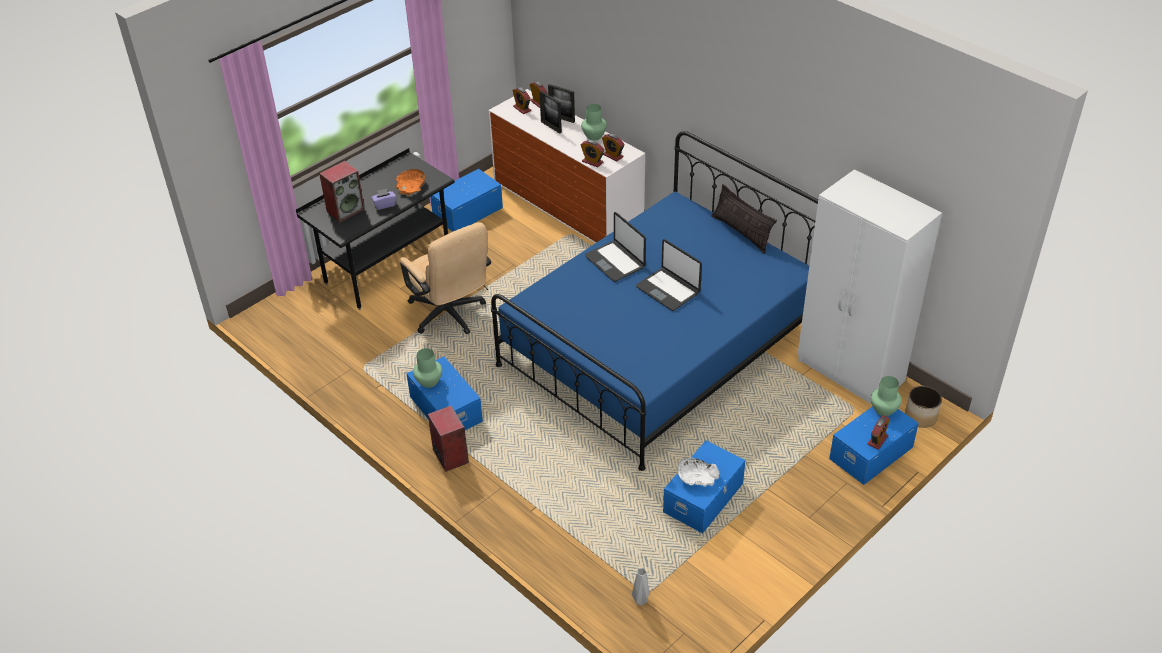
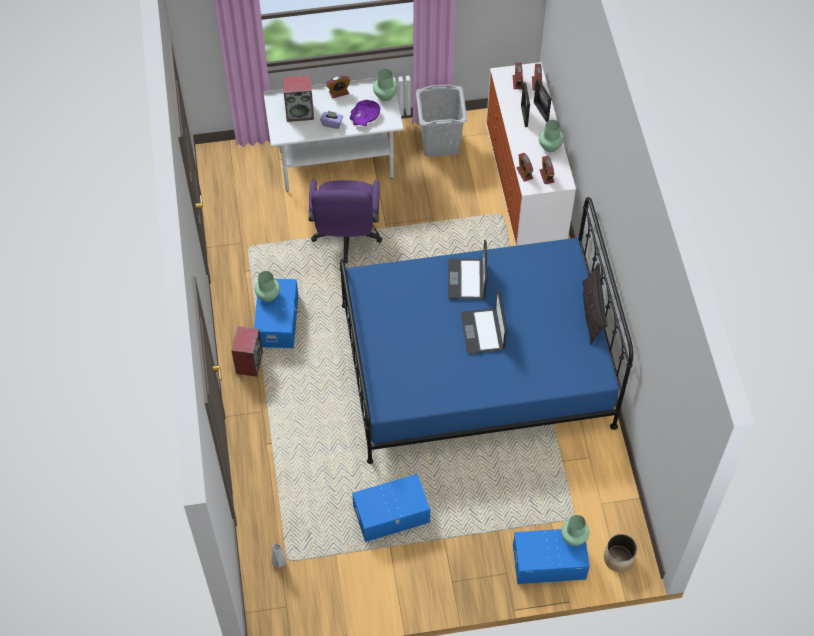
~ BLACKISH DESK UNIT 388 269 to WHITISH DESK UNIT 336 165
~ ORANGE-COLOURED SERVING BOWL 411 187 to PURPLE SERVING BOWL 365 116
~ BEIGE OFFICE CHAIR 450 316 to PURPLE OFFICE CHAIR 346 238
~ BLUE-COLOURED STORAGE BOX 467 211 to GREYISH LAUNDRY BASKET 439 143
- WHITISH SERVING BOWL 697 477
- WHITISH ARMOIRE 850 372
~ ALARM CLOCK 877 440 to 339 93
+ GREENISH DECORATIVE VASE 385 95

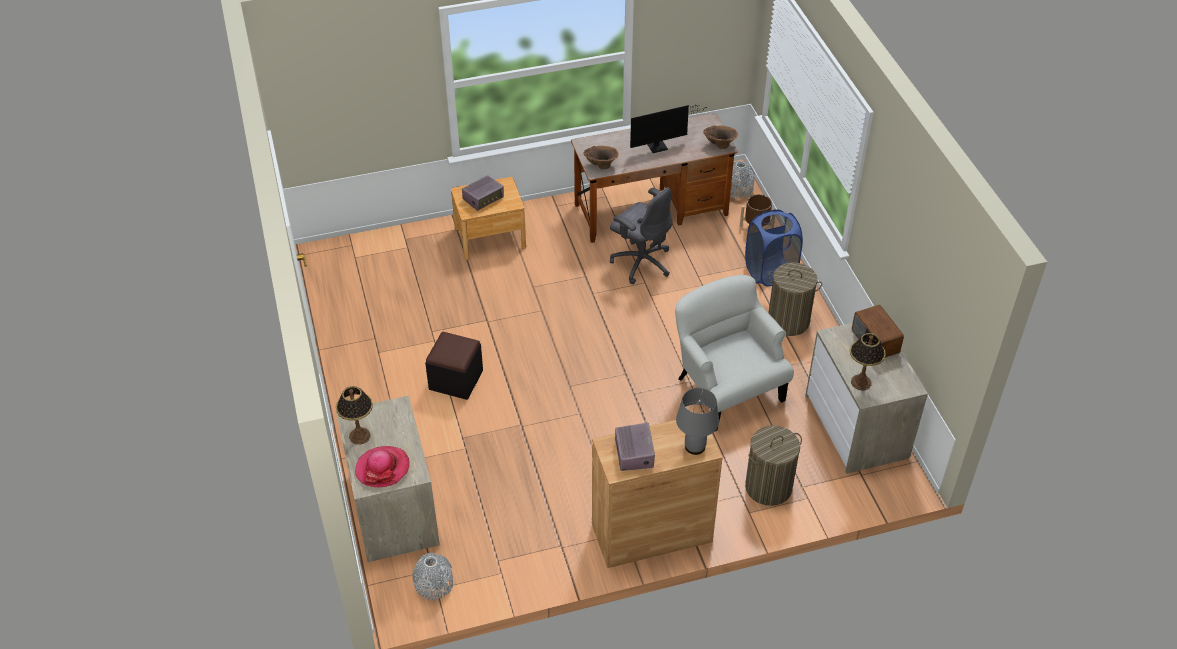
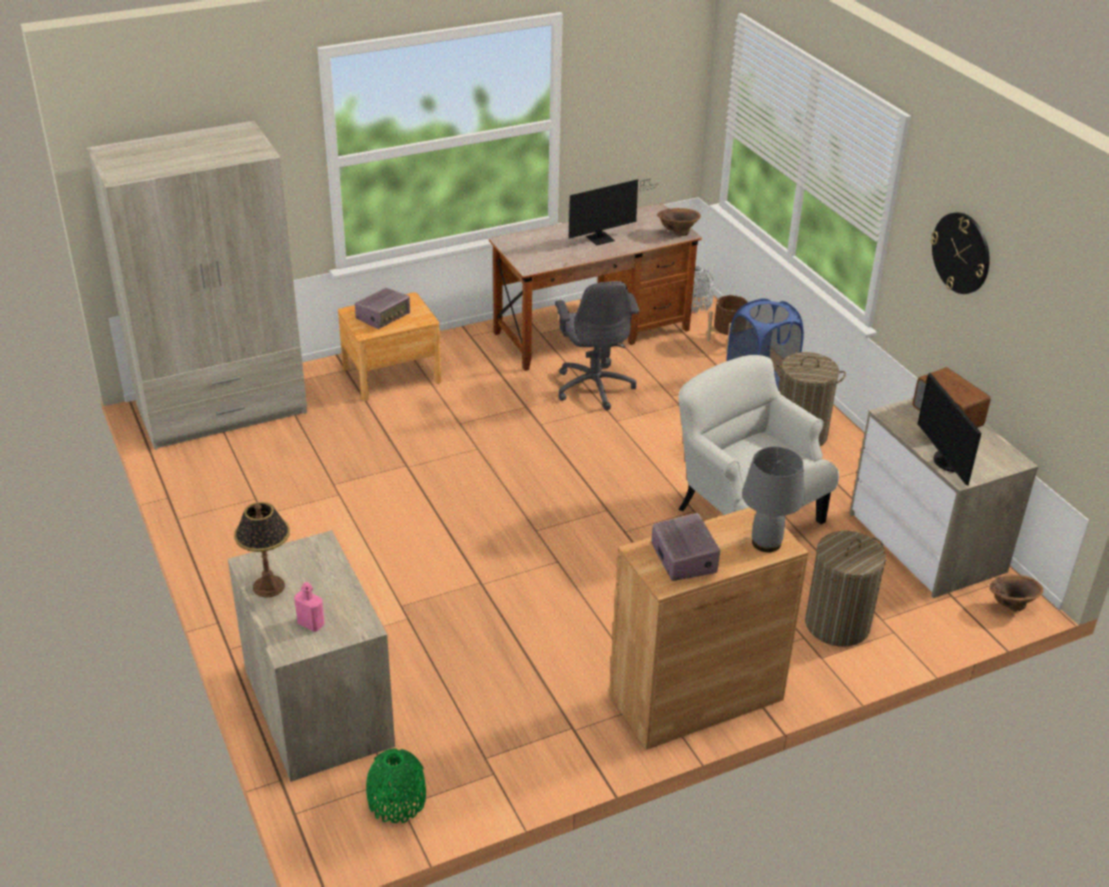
~ WEARABLE HAT 382 468 to PINKISH DRINK BOTTLE 311 624
~ GREYISH DECORATIVE VASE 434 585 to GREENISH DECORATIVE VASE 397 801
- BLACKISH FOOTREST 456 380
~ BROWN-COLOURED DECORATIVE VASE 601 165 to 1010 605
~ GREYISH OFFICE CHAIR 641 262 = 594 386 45 degrees clockwise
~ LAMP FOR A TABLE 861 383 to COMPUTER SCREEN 948 462
+ BEIGE ARMOIRE 222 409
+ CLOCK ON THE WALL 961 253

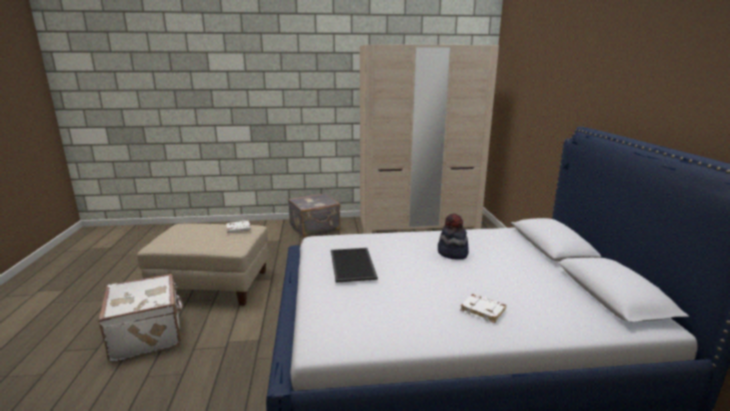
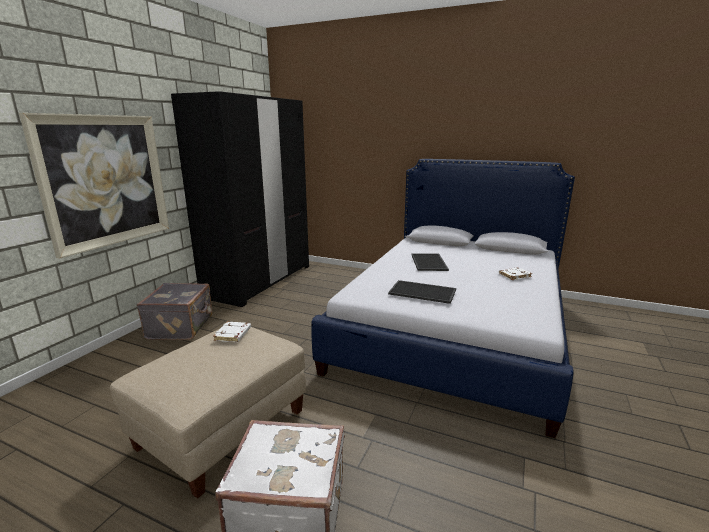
~ BEIGE ARMOIRE 418 223 to BLACKISH ARMOIRE 259 281
~ WEARABLE HAT 452 253 to TRAY 429 262
+ PICTURE 105 181

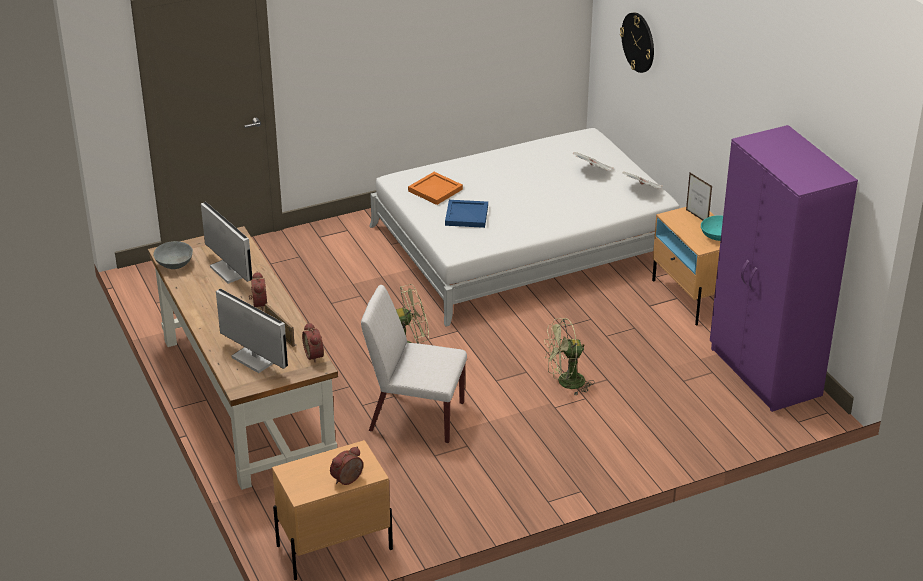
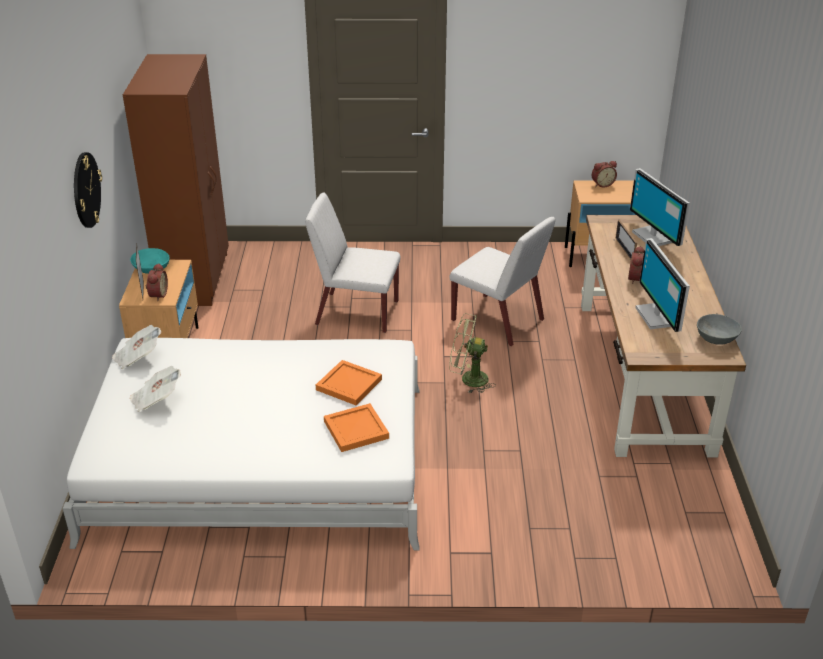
~ ALARM CLOCK 315 355 to 157 295
~ BLUE-COLOURED TRAY 466 215 to ORANGE-COLOURED TRAY 349 385
~ GREENISH FAN 565 383 to WHITISH PLAIN CHAIR 356 312
~ CLOCK ON THE WALL 638 42 to 86 190
~ PURPLE ARMOIRE 764 373 to BROWN-COLOURED ARMOIRE 196 278

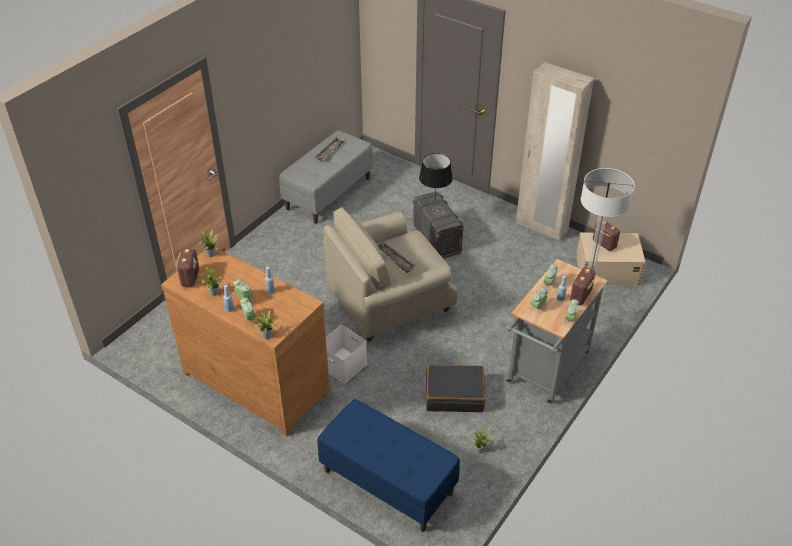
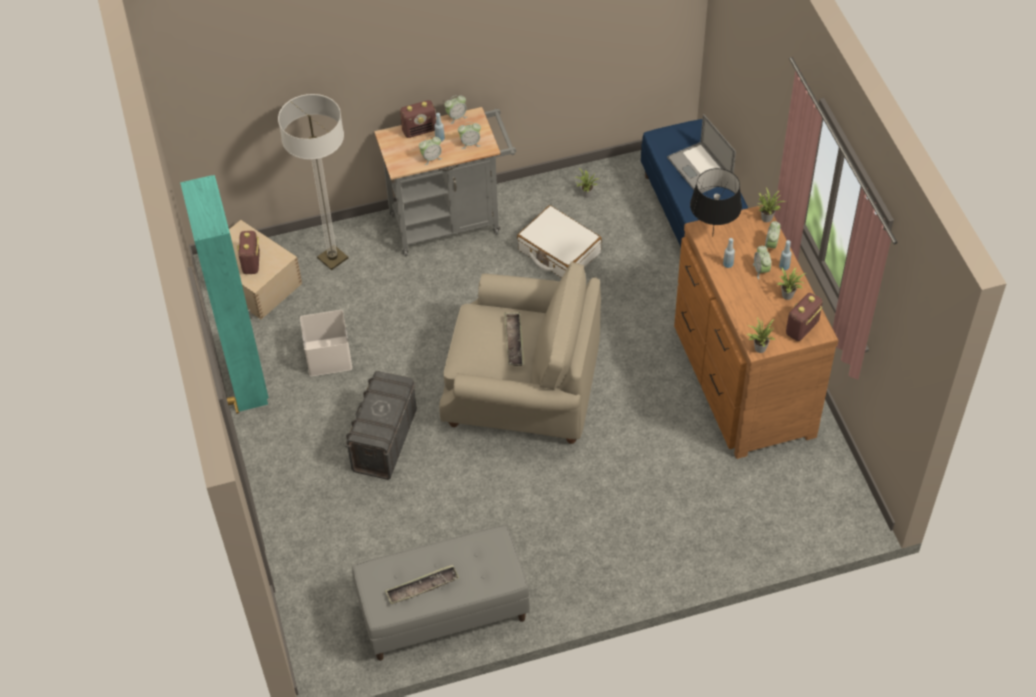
~ WHITISH STORAGE BOX 342 365 to 329 356
~ BLACKISH LAMP FOR A TABLE 435 201 to 712 236
~ BLACKISH SUITCASE 454 394 to WHITISH SUITCASE 559 251
~ BEIGE ARMOIRE 541 227 to BLUE-GREEN ARMOIRE 247 379
+ NOTEBOOK COMPUTER 699 168

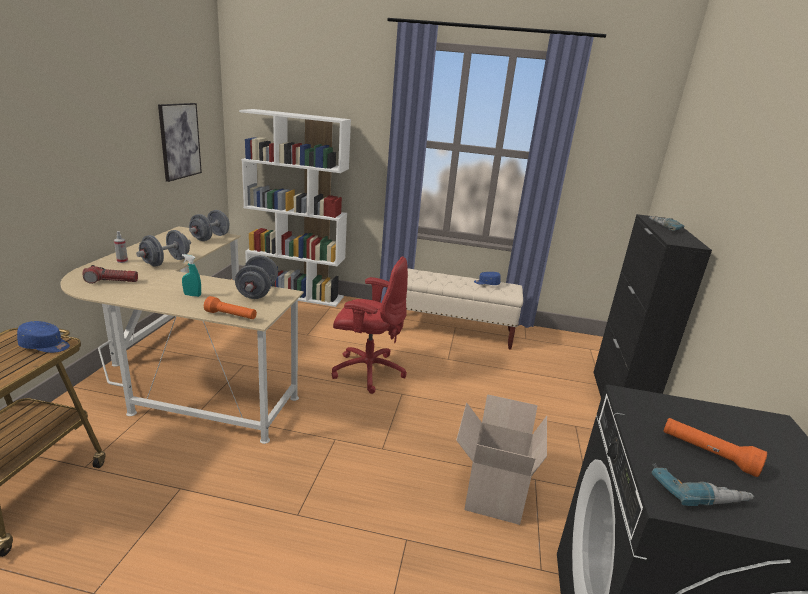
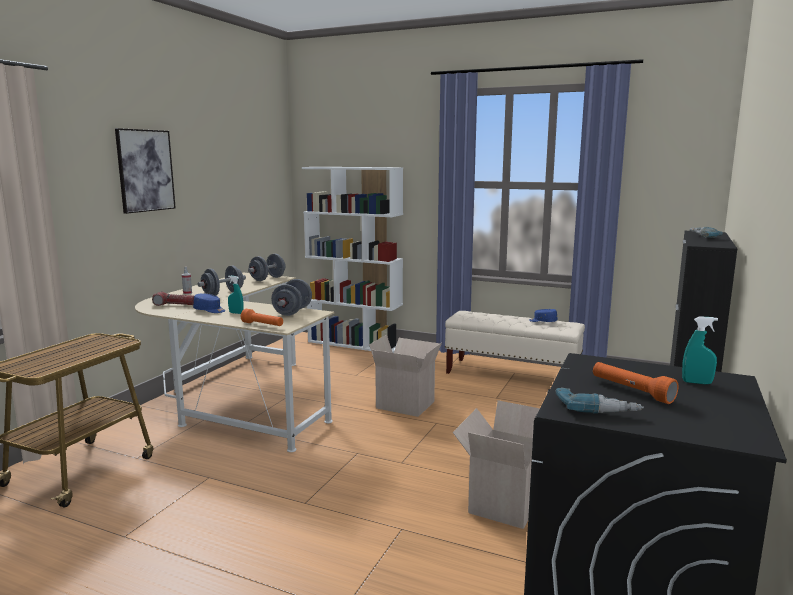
~ BLUE-COLOURED PEAKED CAP 45 346 to 210 310
~ PICTURE 179 141 to 145 170
~ REDDISH OFFICE CHAIR 367 371 to CARDBOARD BOX 407 404
+ BLUE-GREEN HAND SPRAYER 697 382

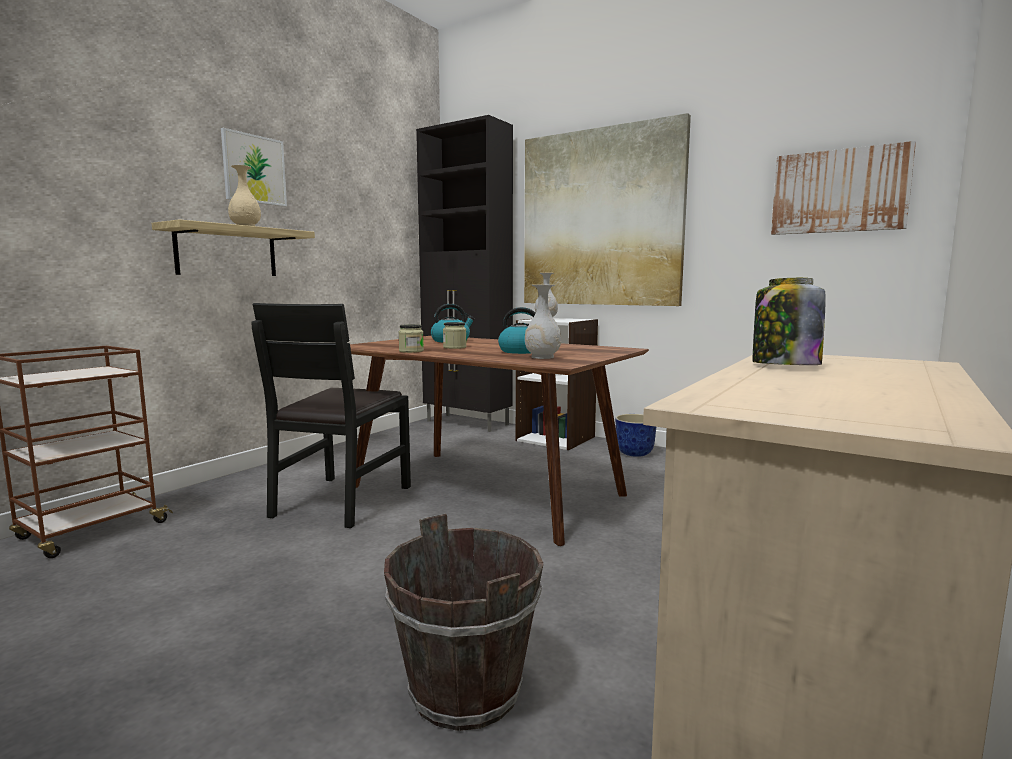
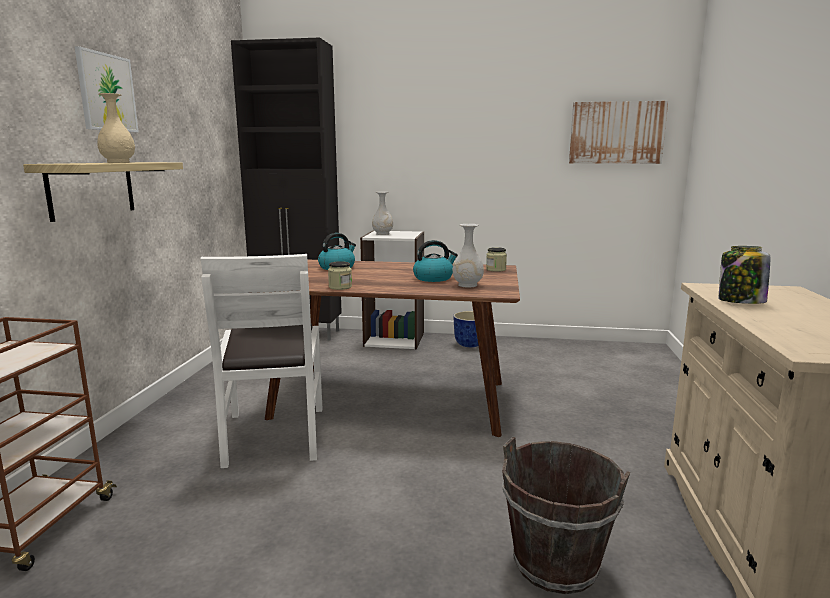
~ BLACKISH PLAIN CHAIR 341 500 to WHITISH PLAIN CHAIR 274 435
~ JAR 454 347 to 496 269
- PICTURE 600 218

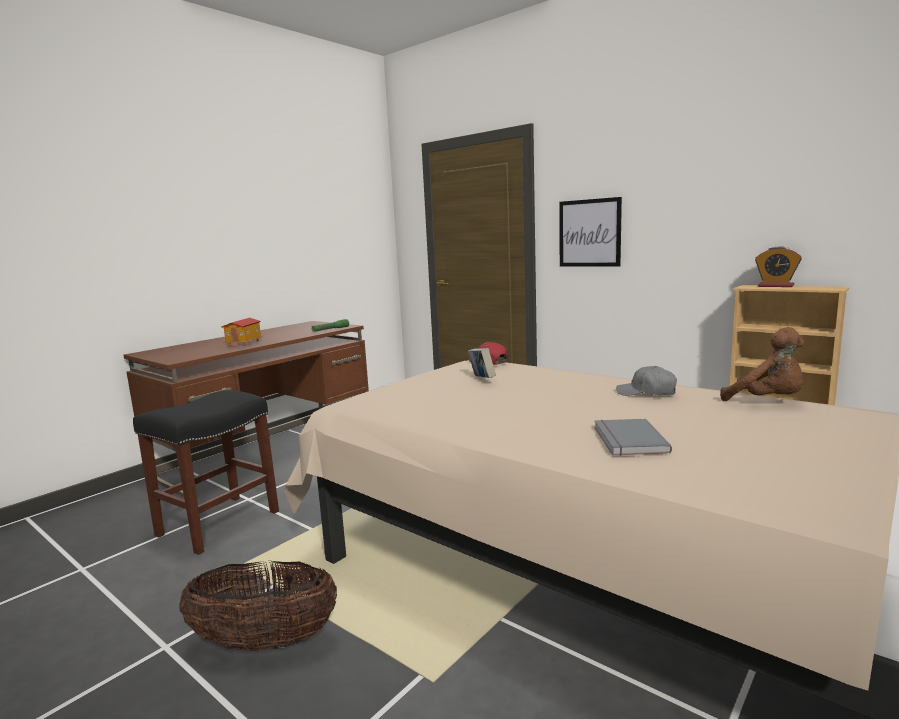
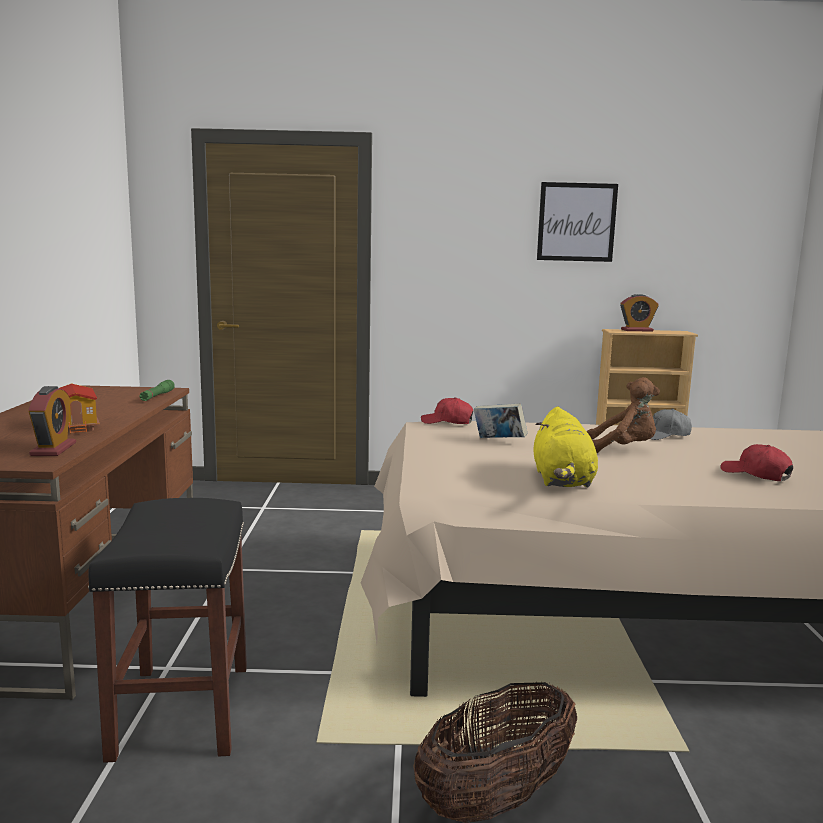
~ PICTURE 589 233 to 576 222
~ GREYISH BOUND BOOK 627 440 to REDDISH PEAKED CAP 756 474
~ BROWN-COLOURED SOFT TOY 767 401 to 623 449
+ ALARM CLOCK 53 449
+ YELLOW SOFT TOY 562 481

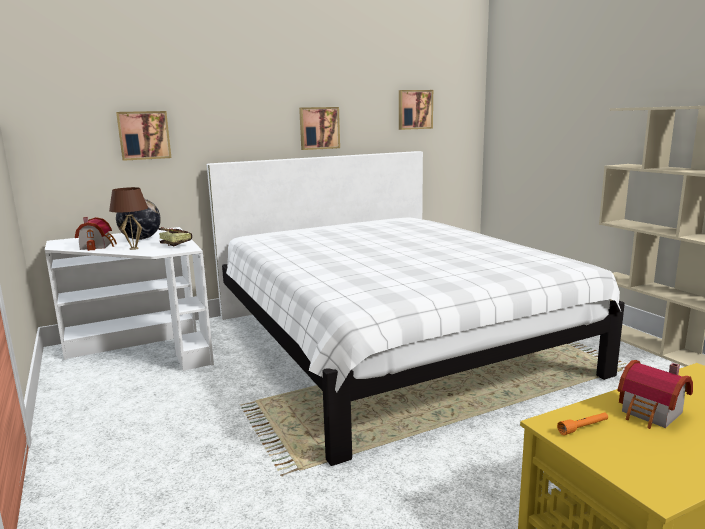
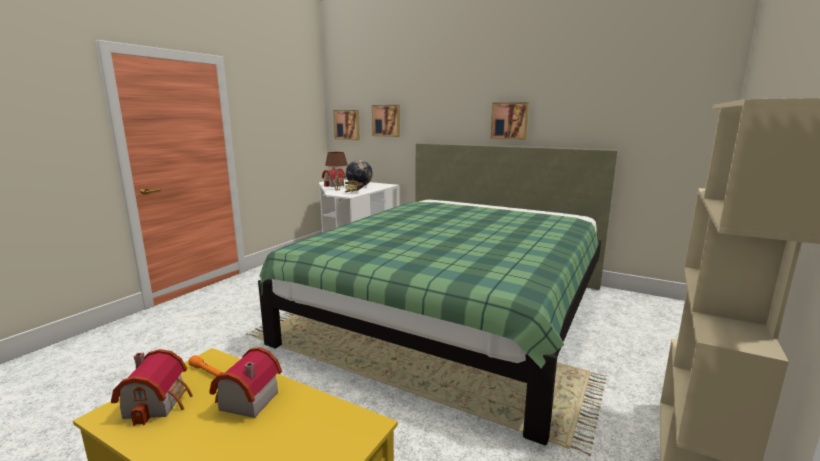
~ WHITISH BEDROOM BED 389 343 to GREENISH BEDROOM BED 454 312
~ PICTURE 414 109 to 347 125
+ MINIATURE HOUSE 159 402

